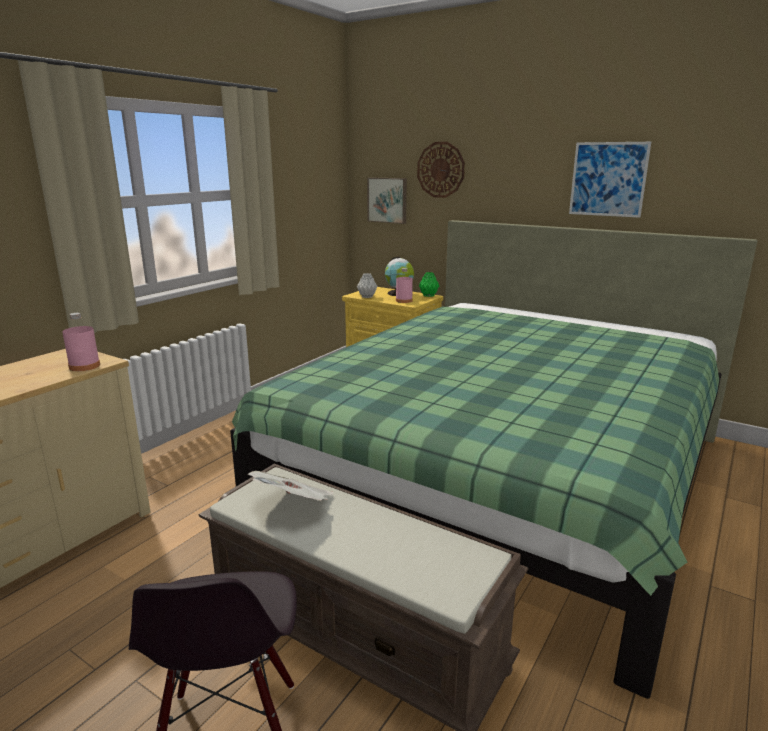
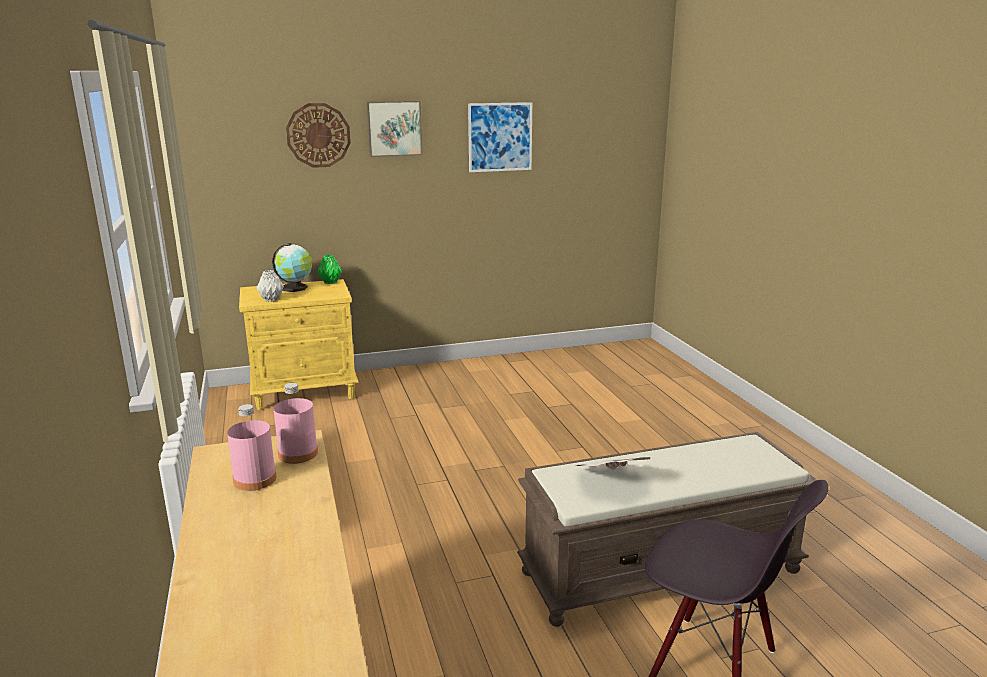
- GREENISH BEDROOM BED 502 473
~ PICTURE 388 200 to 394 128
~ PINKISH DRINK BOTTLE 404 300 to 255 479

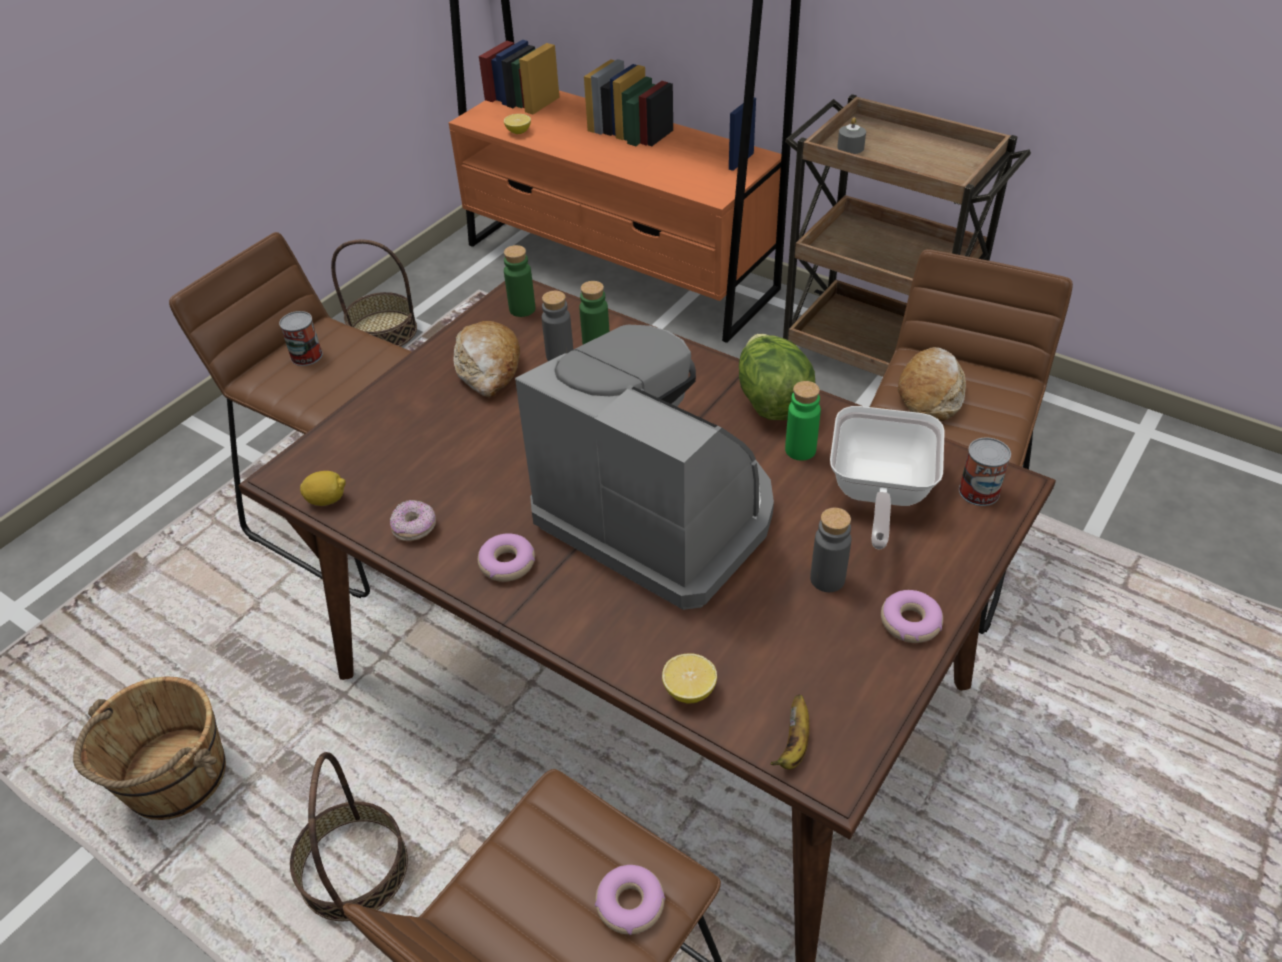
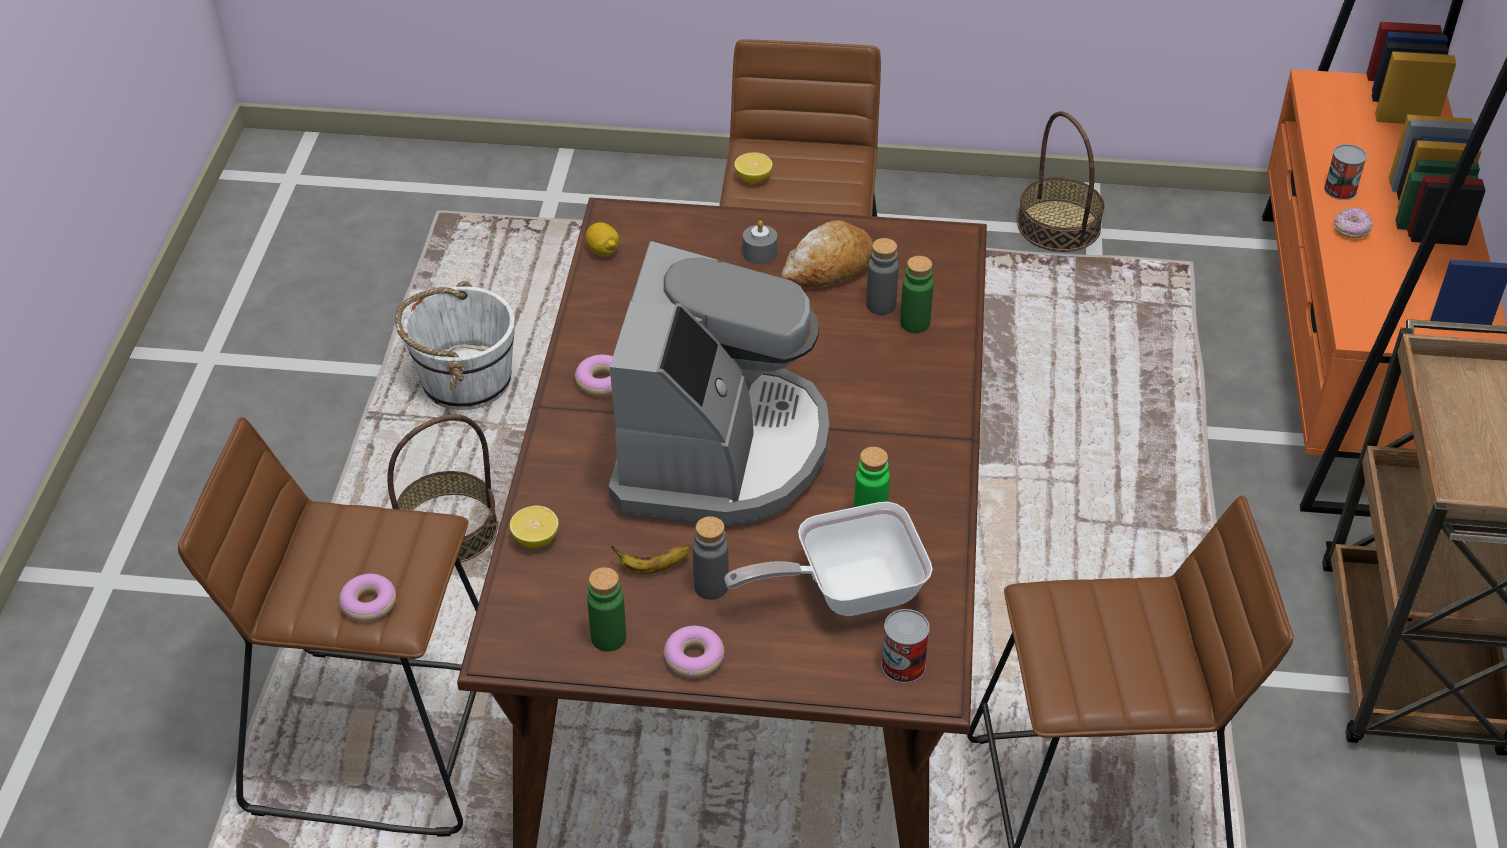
~ BROWN-COLOURED PAIL 174 778 to WHITISH PAIL 464 380
~ METAL CAN 306 356 to 1340 190
~ DONUT 415 528 to 1351 230
~ WHOLE LEMON 518 132 to 753 178
~ GREENISH DRINK BOTTLE 522 309 to 608 638
- LETTUCE 771 401
~ BANANA 794 744 to 653 568
~ GREYISH WAX CANDLE 850 147 to 760 253
- BAKED BREAD 931 393

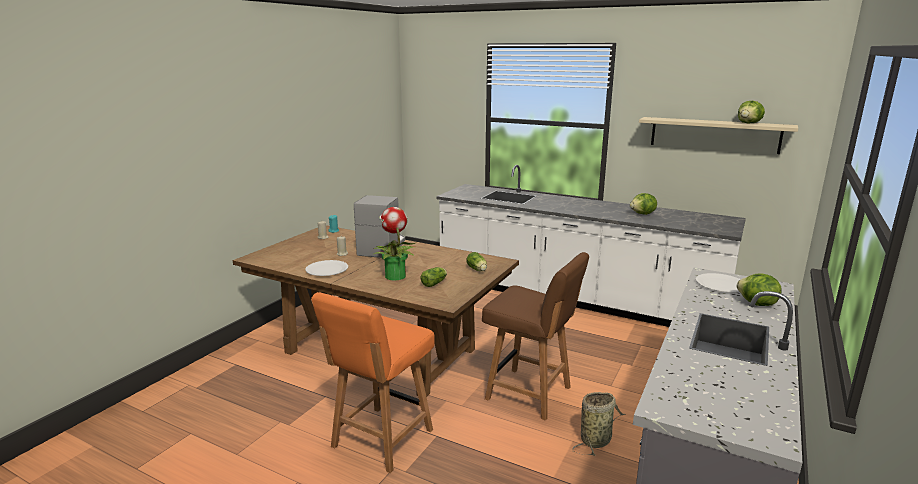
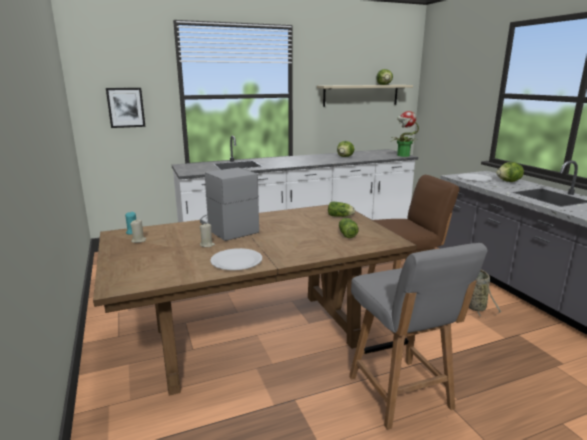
~ ORANGE-COLOURED PLAIN CHAIR 381 439 to GREYISH PLAIN CHAIR 400 394
~ PLANT IN A POT 395 276 to 403 155
+ PICTURE 126 107

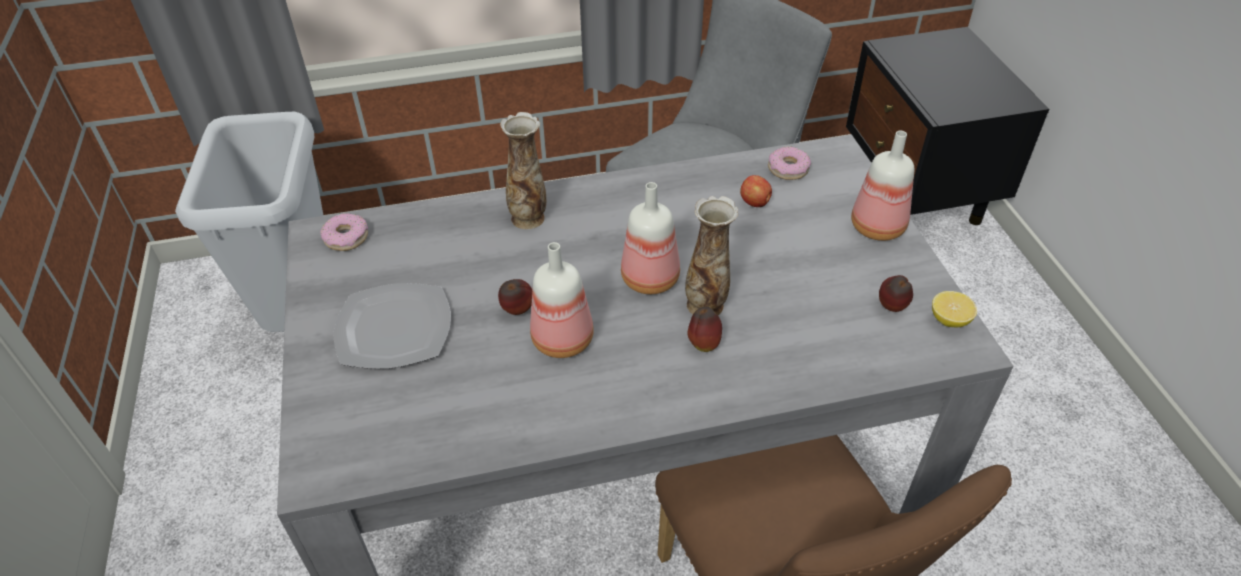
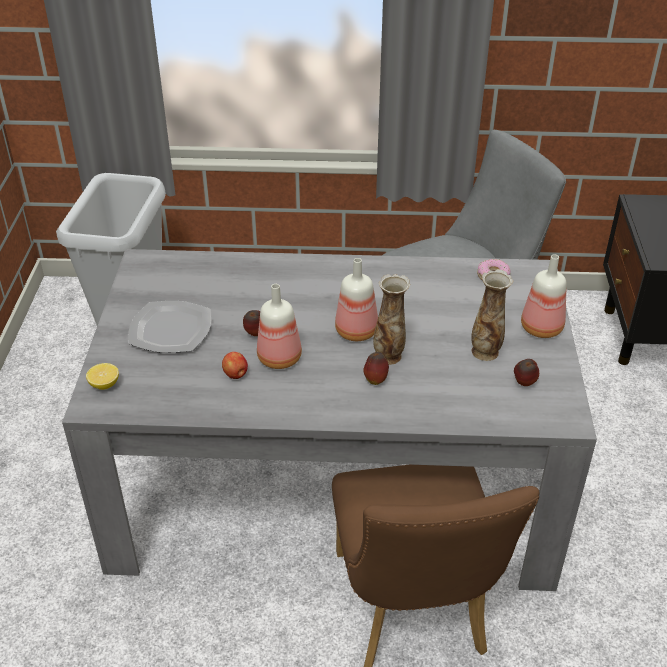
- DONUT 346 238
~ DECORATIVE VASE 528 217 to 485 351
~ APPLE 755 203 to 235 374
~ WHOLE LEMON 949 320 to 104 385

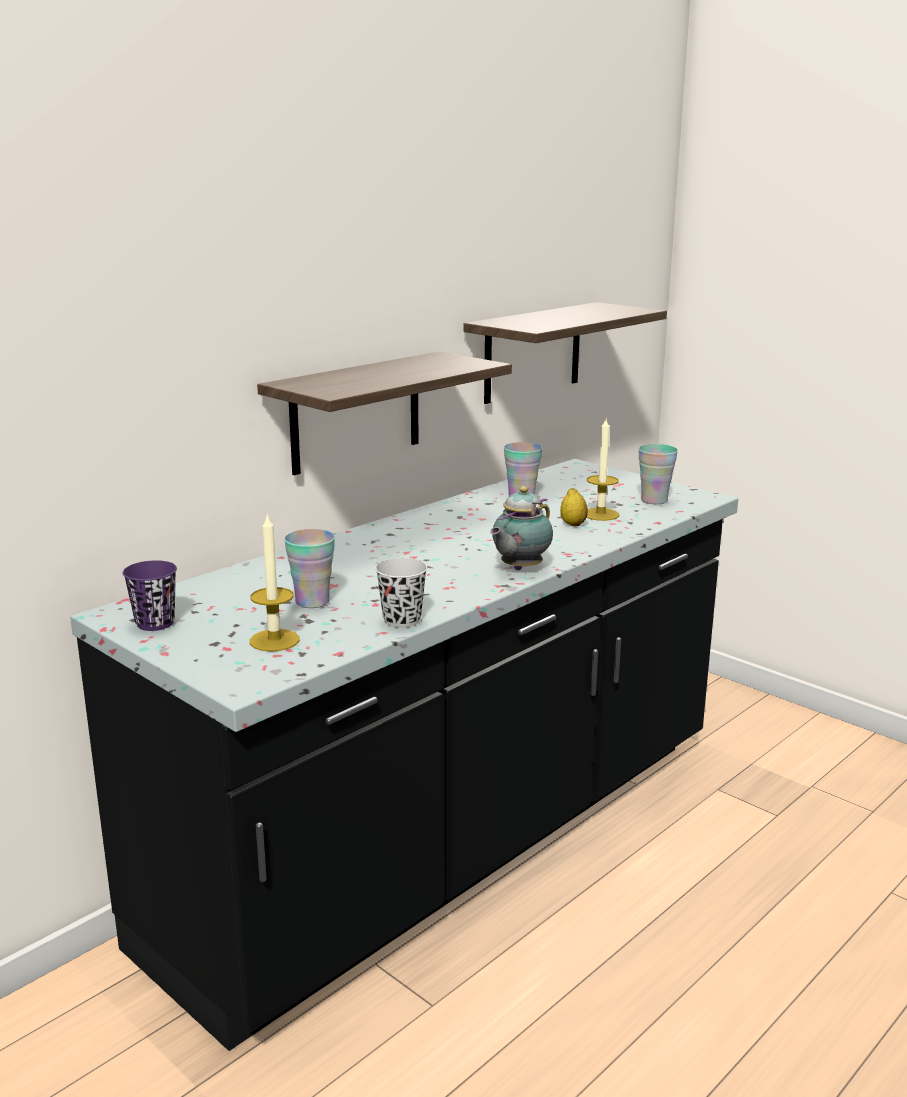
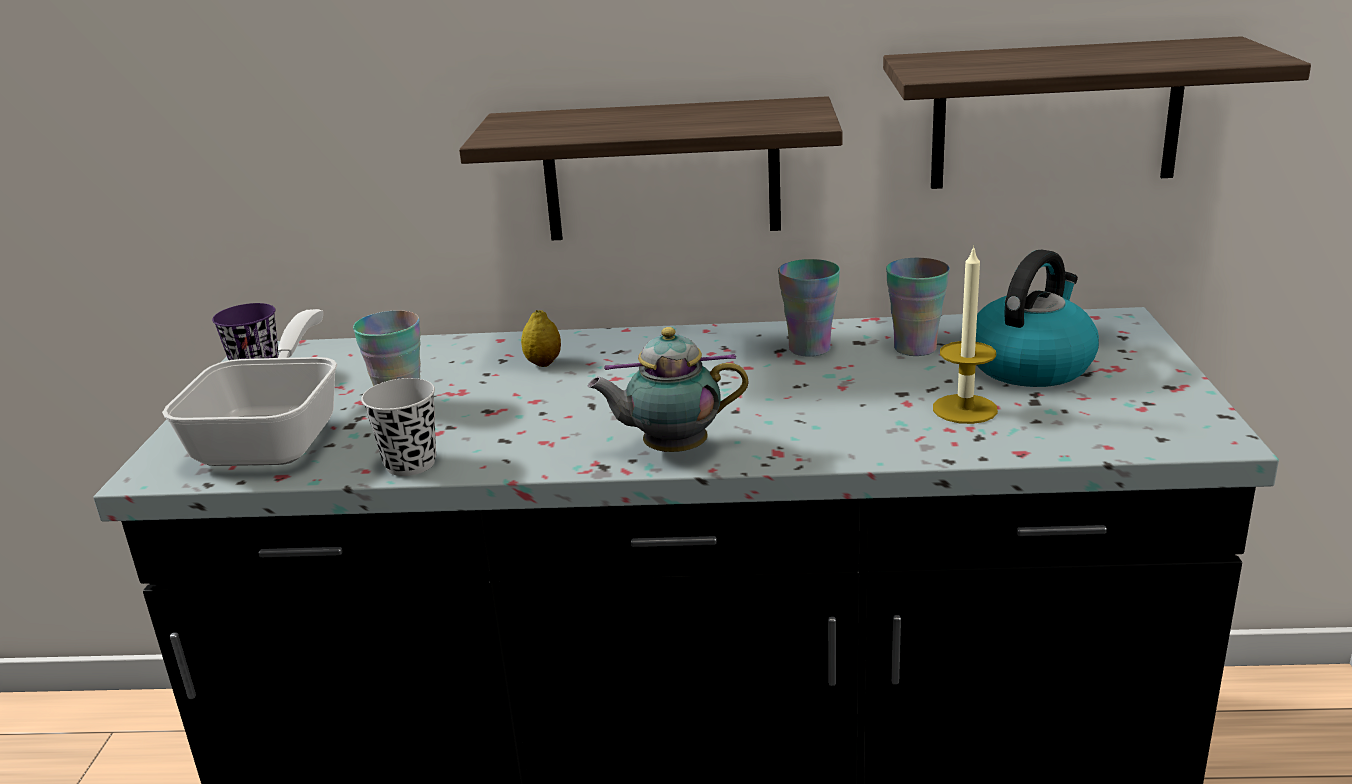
~ WAX CANDLE 274 640 to SKILLET 277 435
~ WHOLE LEMON 573 524 to 543 363
~ SMALL CUP 654 500 to 809 349
+ WATER KETTLE 1030 365

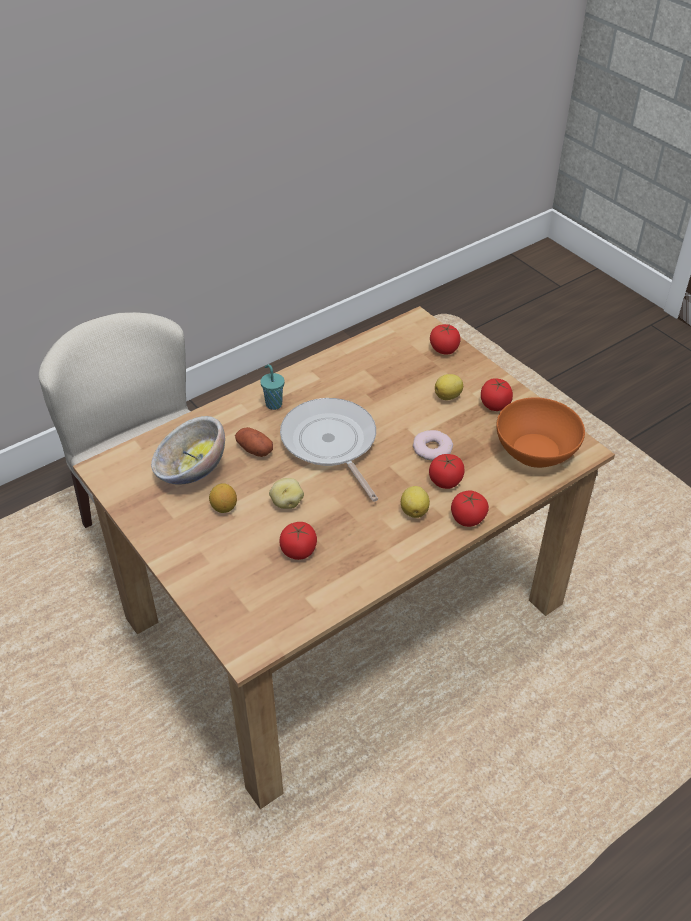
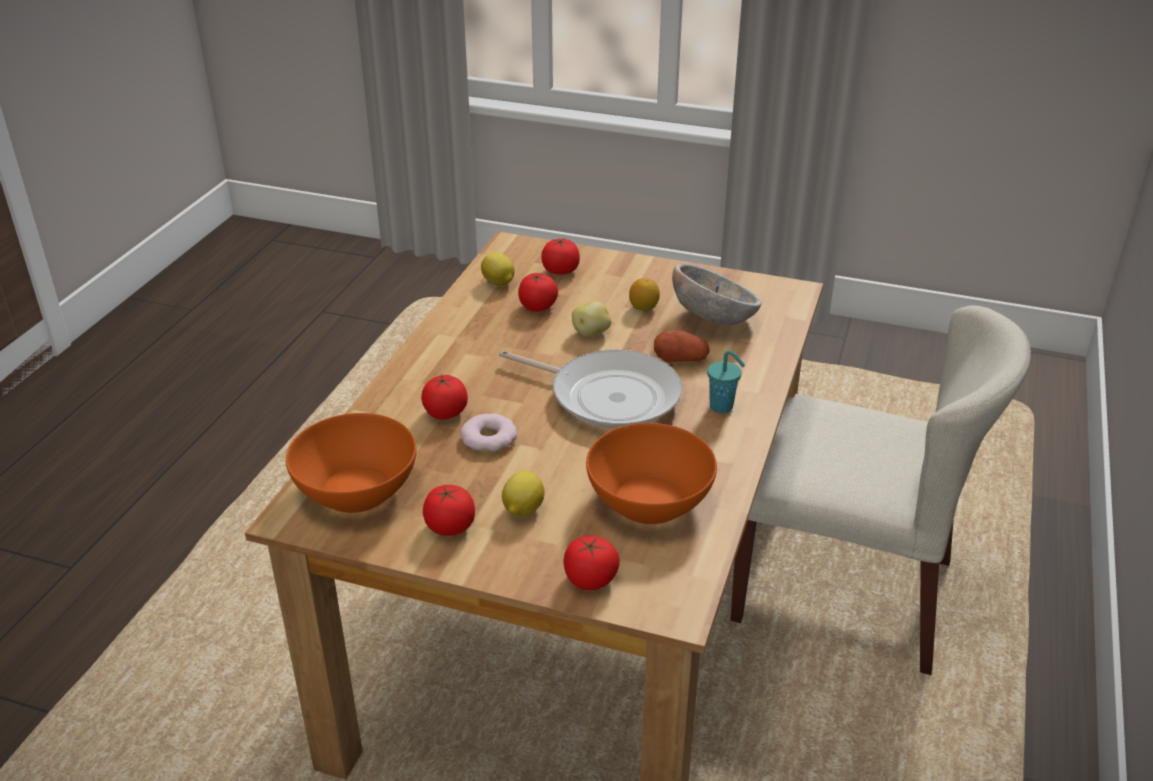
~ WHOLE LEMON 414 510 to 498 283
~ FRESH TOMATO 468 518 to 560 271
+ ORANGE-COLOURED SERVING BOWL 648 500

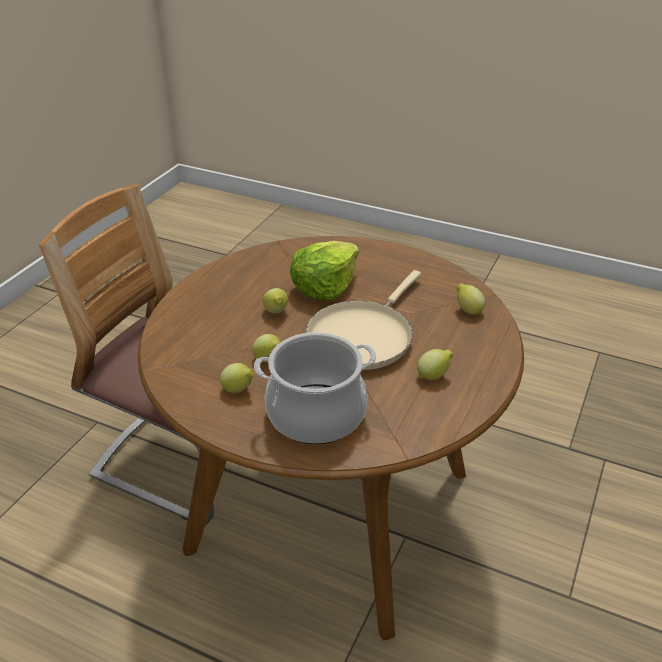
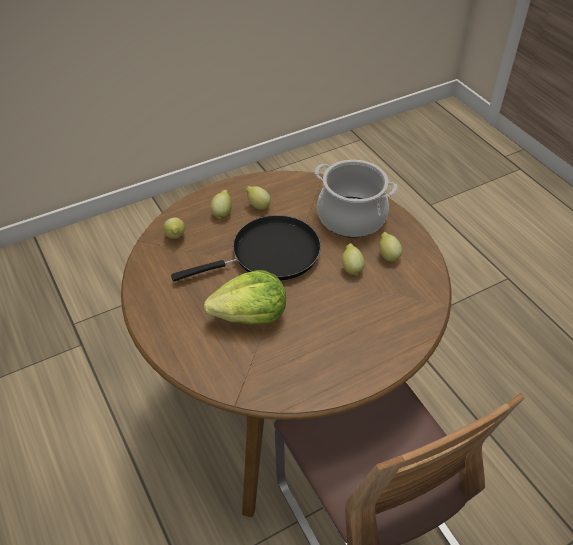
~ WHOLE LEMON 276 313 to 222 213
~ BEIGE SKILLET 363 336 to BLACKISH SKILLET 269 254

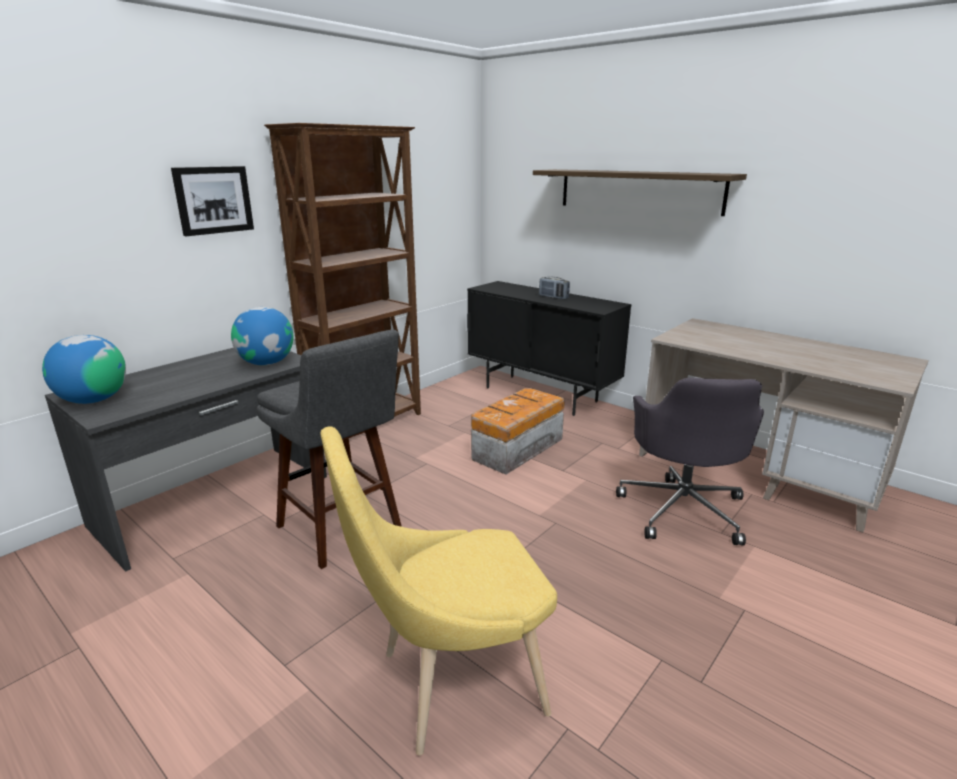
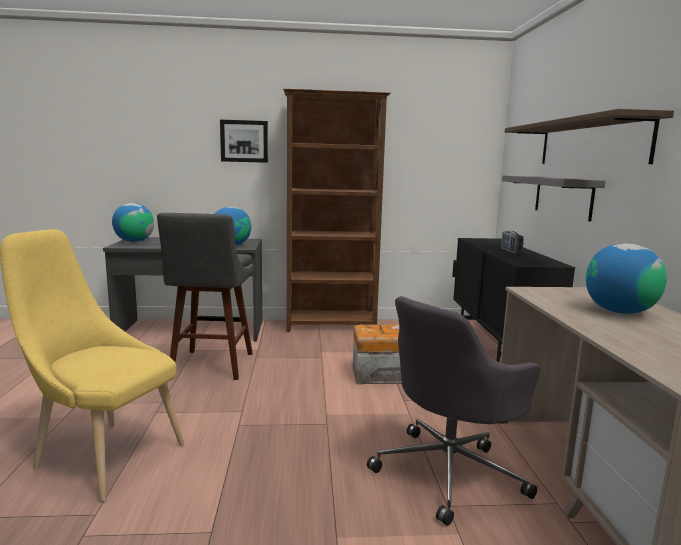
+ GREYISH SHELF 562 196
+ DESK GLOBE 619 312

